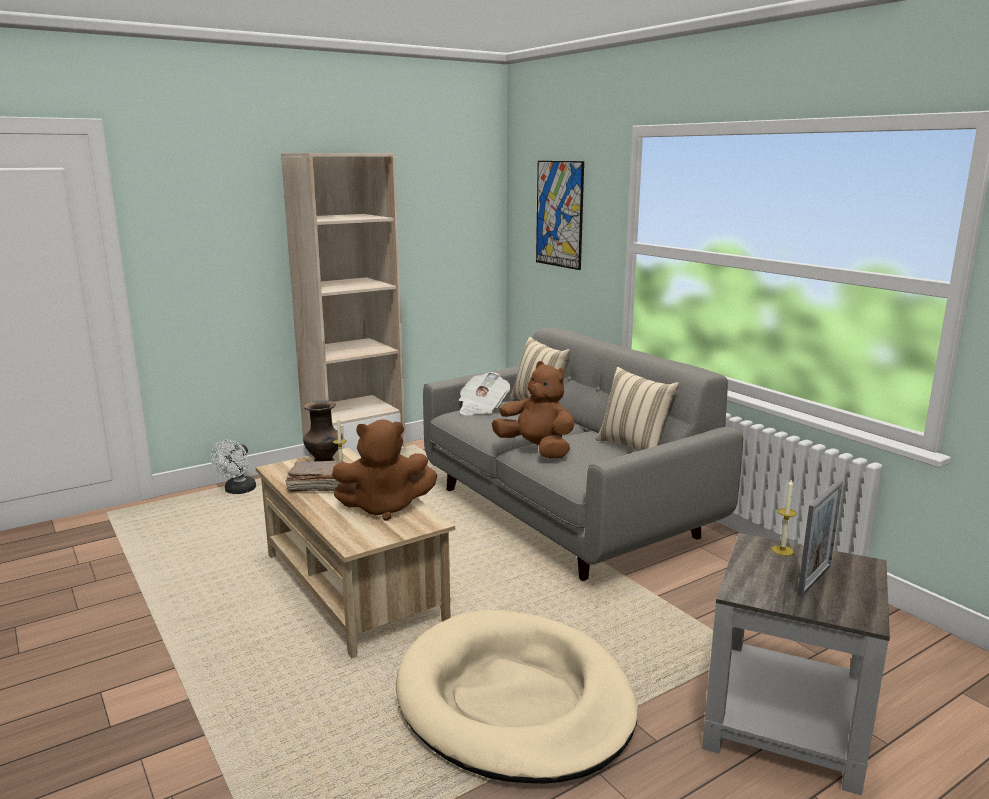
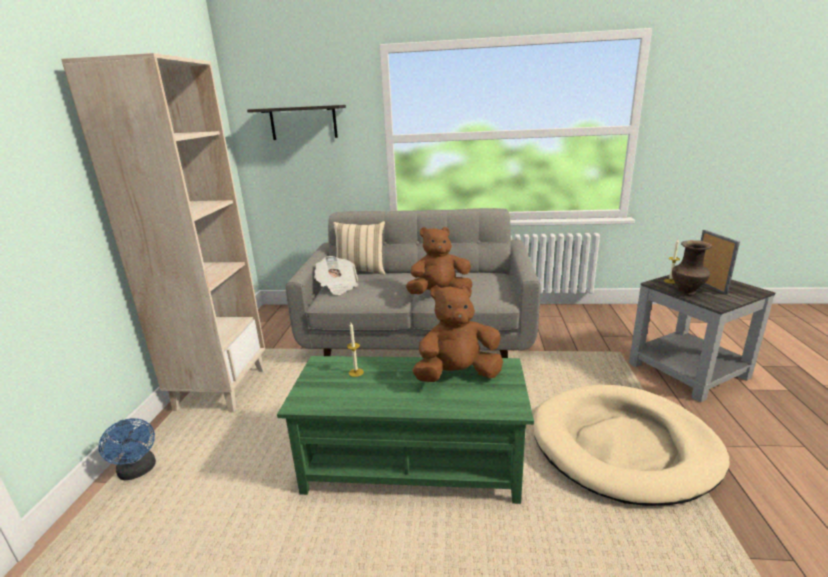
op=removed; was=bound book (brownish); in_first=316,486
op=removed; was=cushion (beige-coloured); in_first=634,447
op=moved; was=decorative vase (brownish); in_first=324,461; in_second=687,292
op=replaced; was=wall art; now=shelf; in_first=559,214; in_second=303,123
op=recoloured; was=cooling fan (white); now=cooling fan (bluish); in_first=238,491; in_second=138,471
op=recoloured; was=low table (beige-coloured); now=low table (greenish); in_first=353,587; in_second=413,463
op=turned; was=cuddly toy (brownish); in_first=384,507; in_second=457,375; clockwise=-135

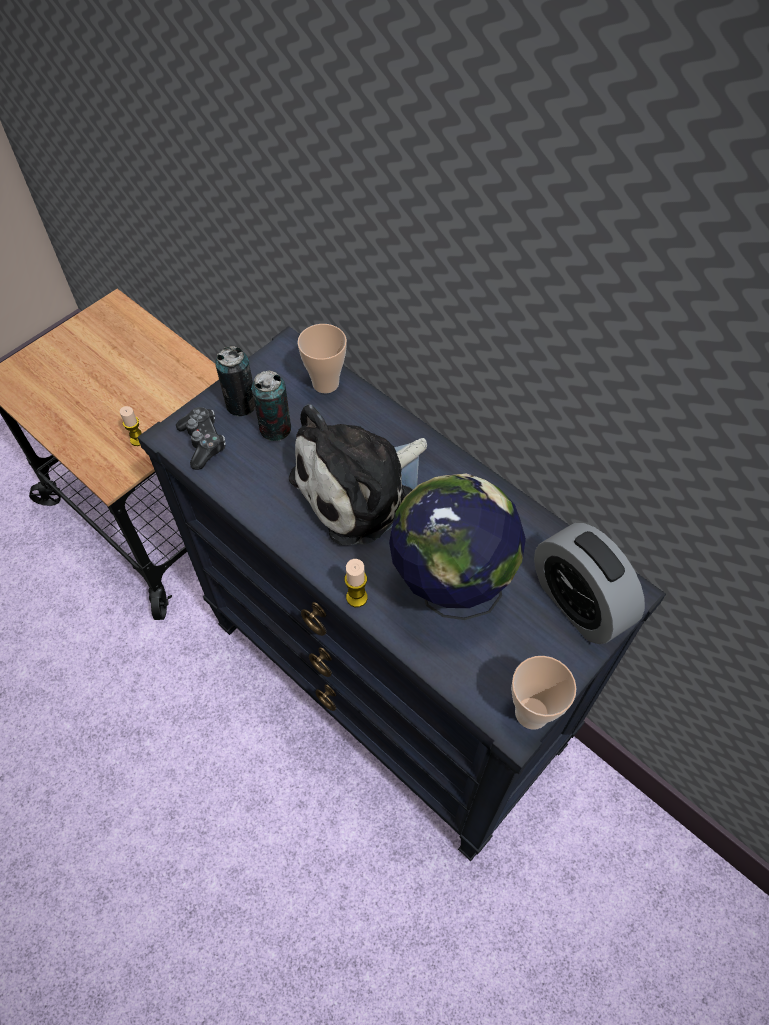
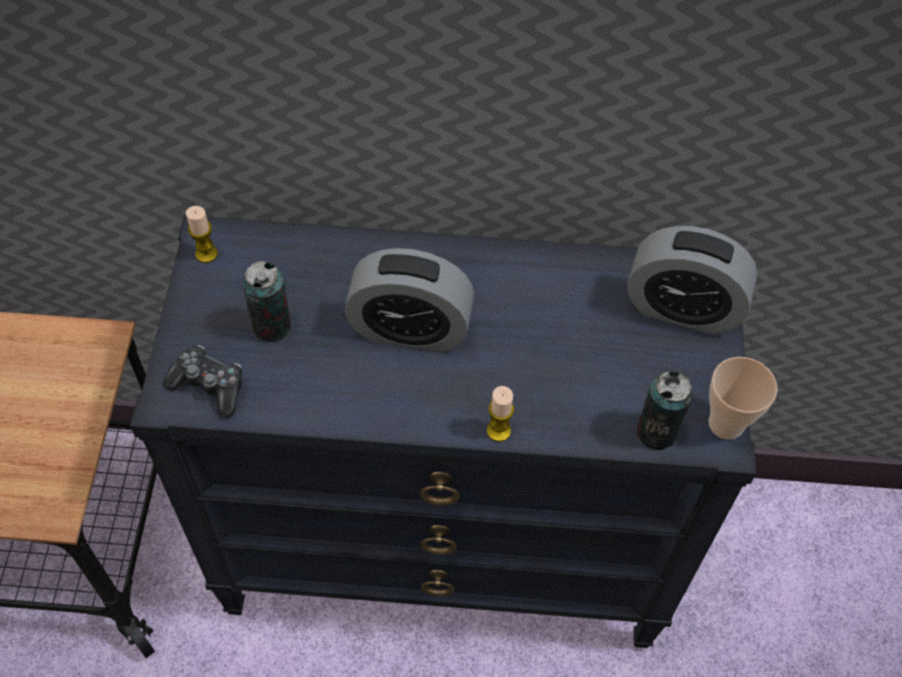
op=removed; was=cup; in_first=325,383
op=removed; was=desk globe; in_first=449,588
op=moved; was=wax candle; in_first=138,440; in_second=206,254
op=moved; was=sealed can; in_first=241,404; in_second=656,432
op=replaced; was=cuddly toy; now=bedside clock; in_first=362,488; in_second=410,329

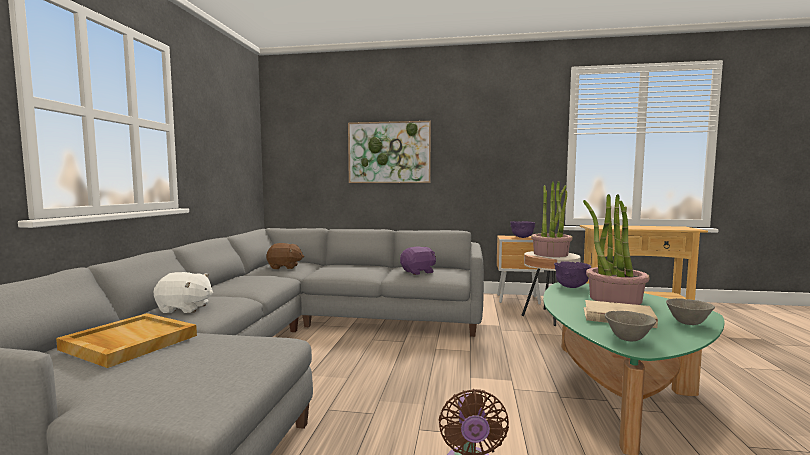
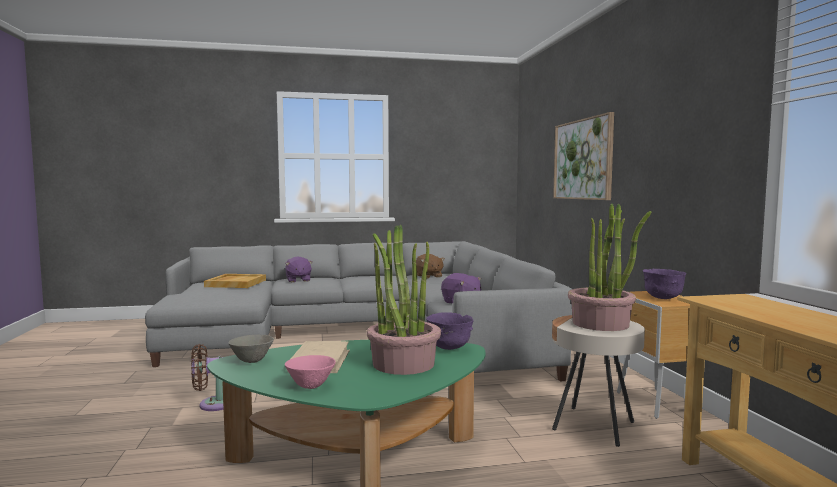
op=recoloured; was=cuddly toy (white); now=cuddly toy (purple); in_first=185,308; in_second=298,280
op=recoloured; was=bowl (greyish); now=bowl (pink); in_first=687,323; in_second=310,386

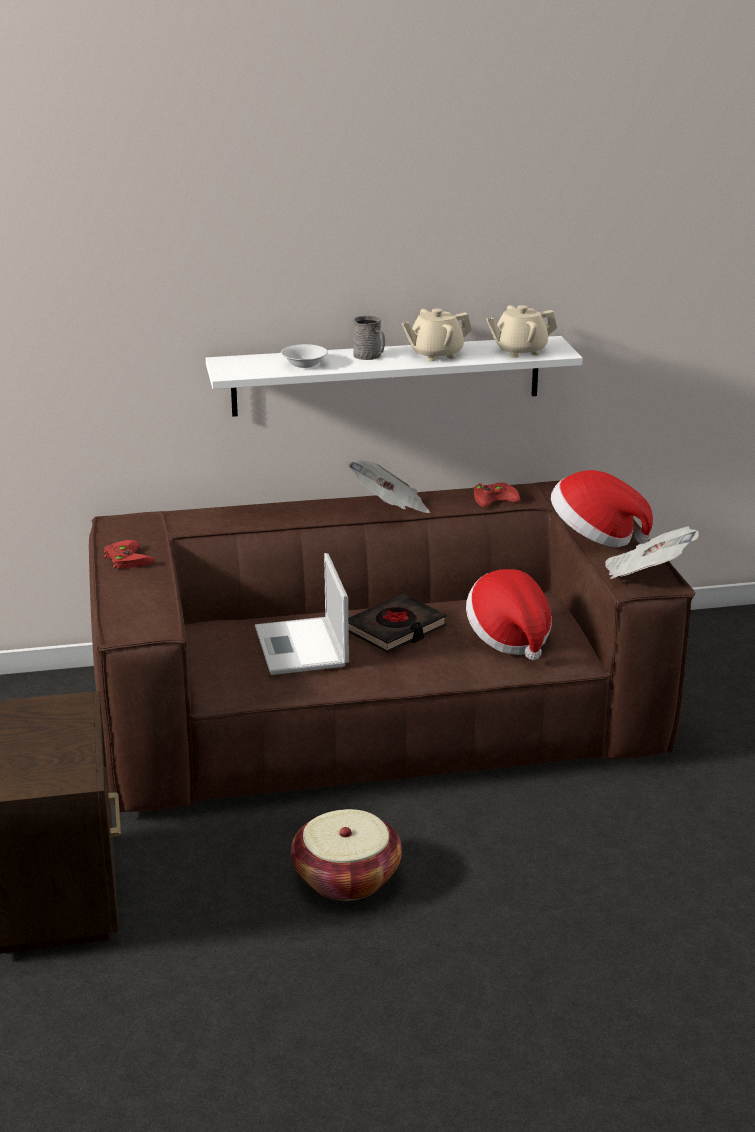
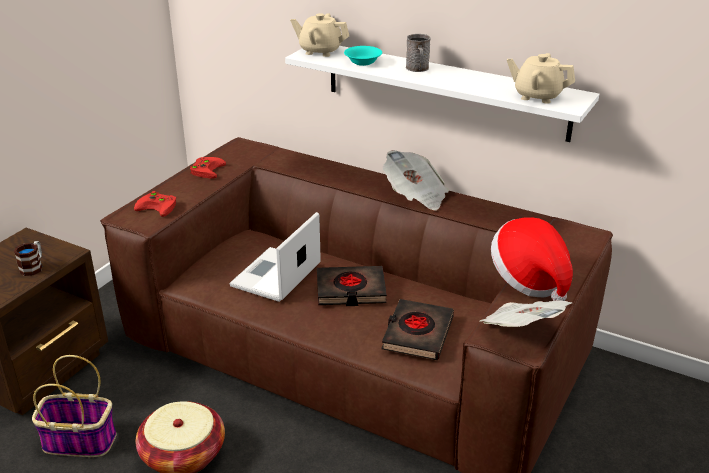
op=added; now=coffee mug; in_second=33,267
op=added; now=storage basket; in_second=78,441
op=moved; was=teapot (beige-coloured); in_first=435,355; in_second=320,51
op=moved; was=joypad (red); in_first=495,497; in_second=159,206
op=replaced; was=clothing hat; now=bound book (blackish); in_first=509,637; in_second=417,334
op=recoloured; was=bowl (white); now=bowl (turquoise); in_first=304,364; in_second=363,62

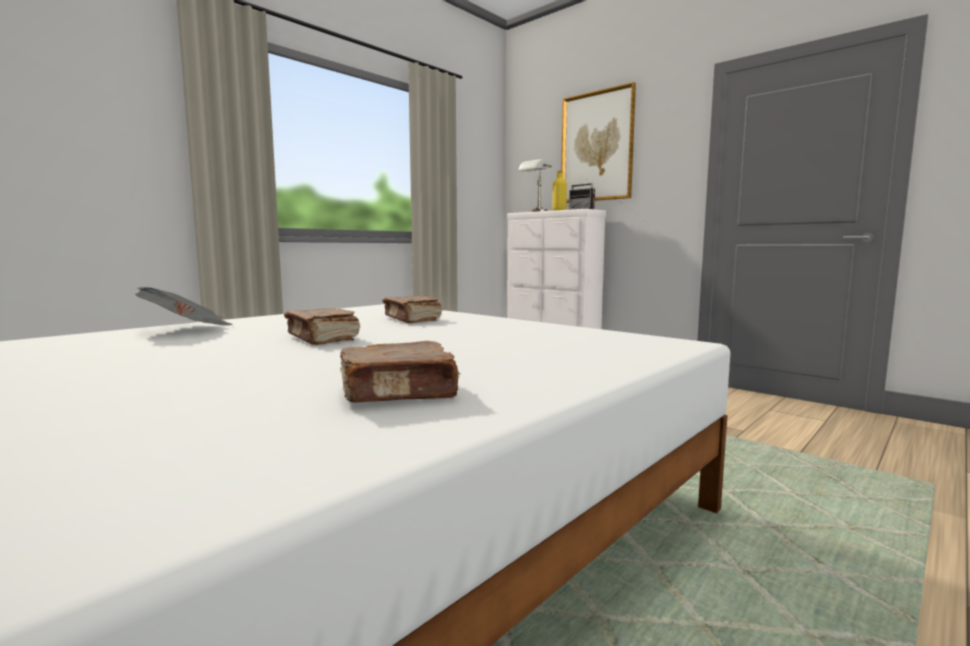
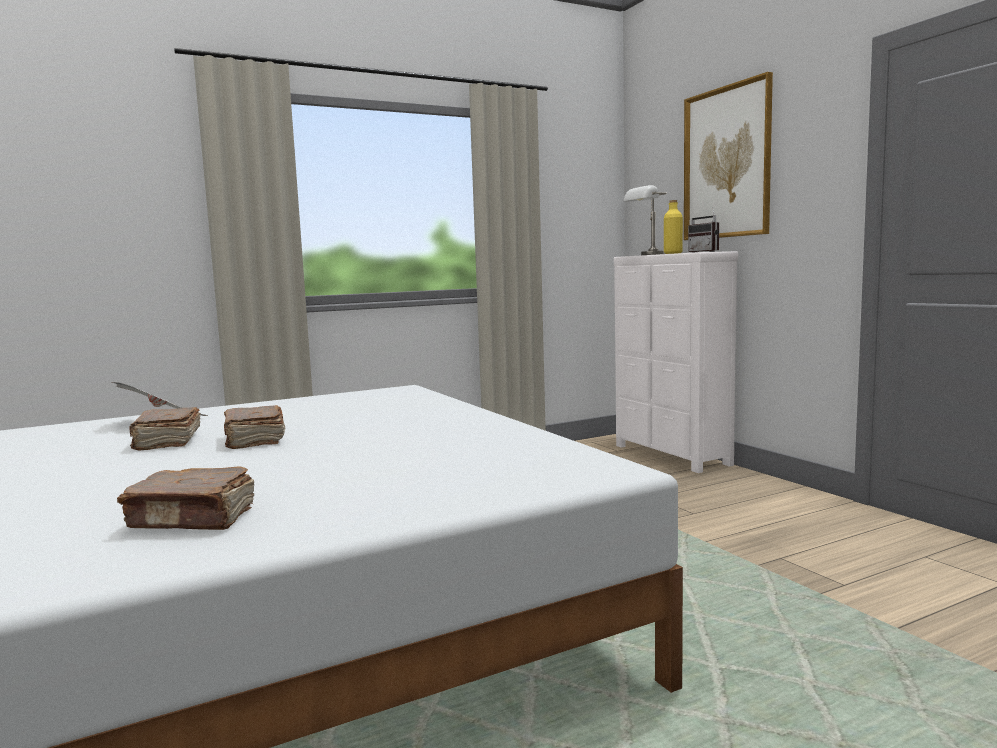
op=moved; was=bound book (brownish); in_first=412,319; in_second=167,441

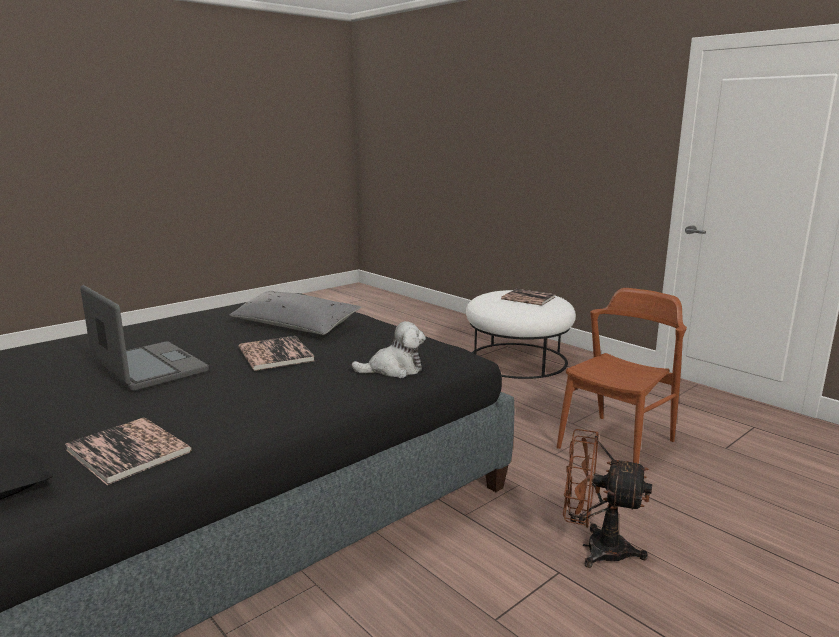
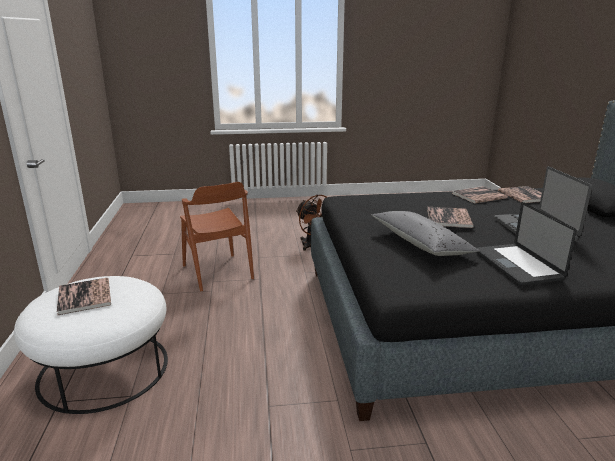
op=removed; was=cuddly toy; in_first=394,370
op=added; now=bound book; in_second=479,196
op=added; now=notebook computer; in_second=517,265
op=turned; was=plain chair (brownish); in_first=616,444; in_second=217,272; clockwise=-105

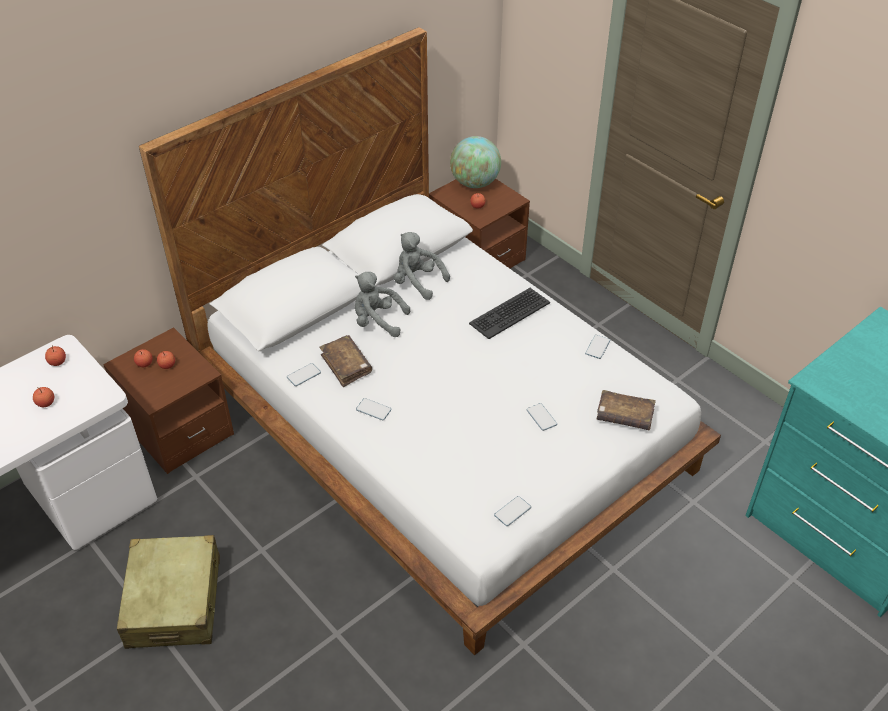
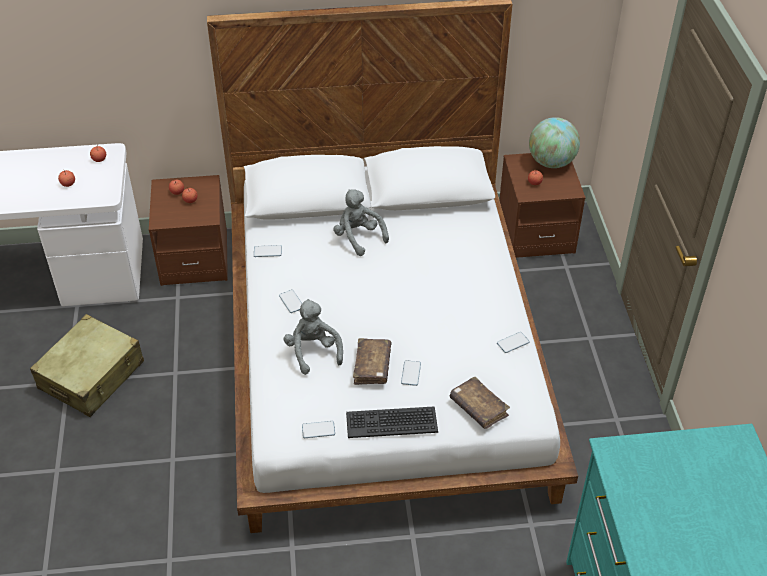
op=moved; was=bound book (brownish); in_first=346,365; in_second=372,366
op=moved; was=cuddly toy (greyish); in_first=417,282; in_second=313,351
op=moved; was=keyboard; in_first=509,313; in_second=391,422

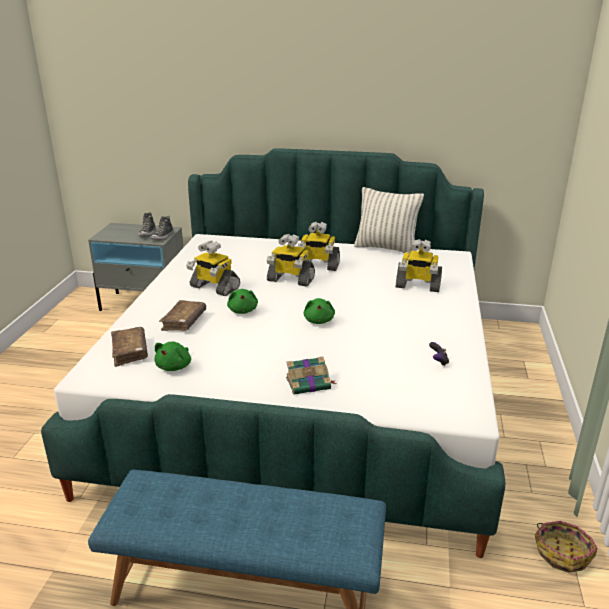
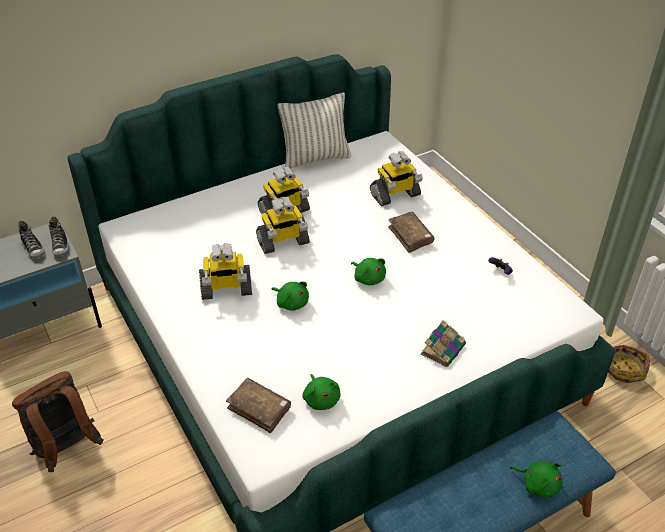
op=added; now=backpack (brownish); in_second=66,449
op=added; now=cuddly toy (greenish); in_second=538,484
op=moved; was=bound book (brownish); in_first=184,322; in_second=410,236

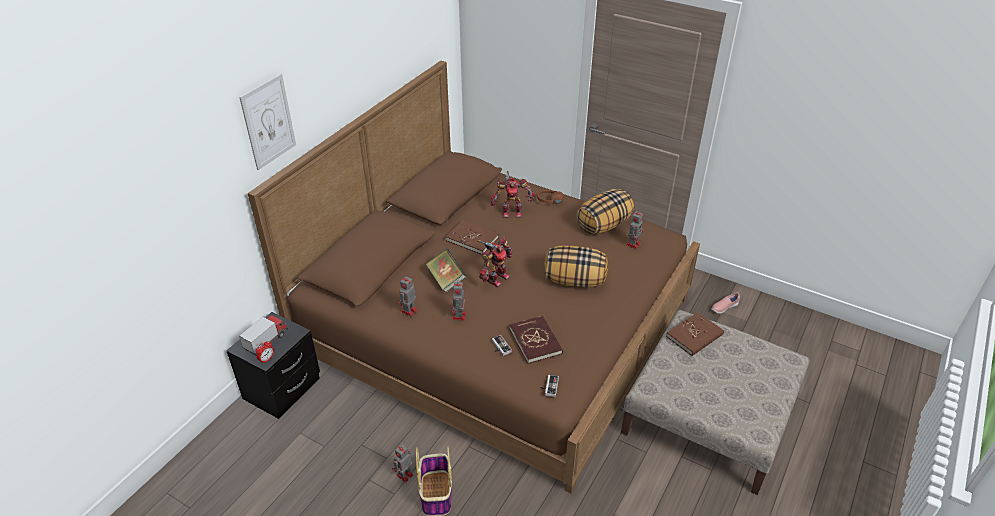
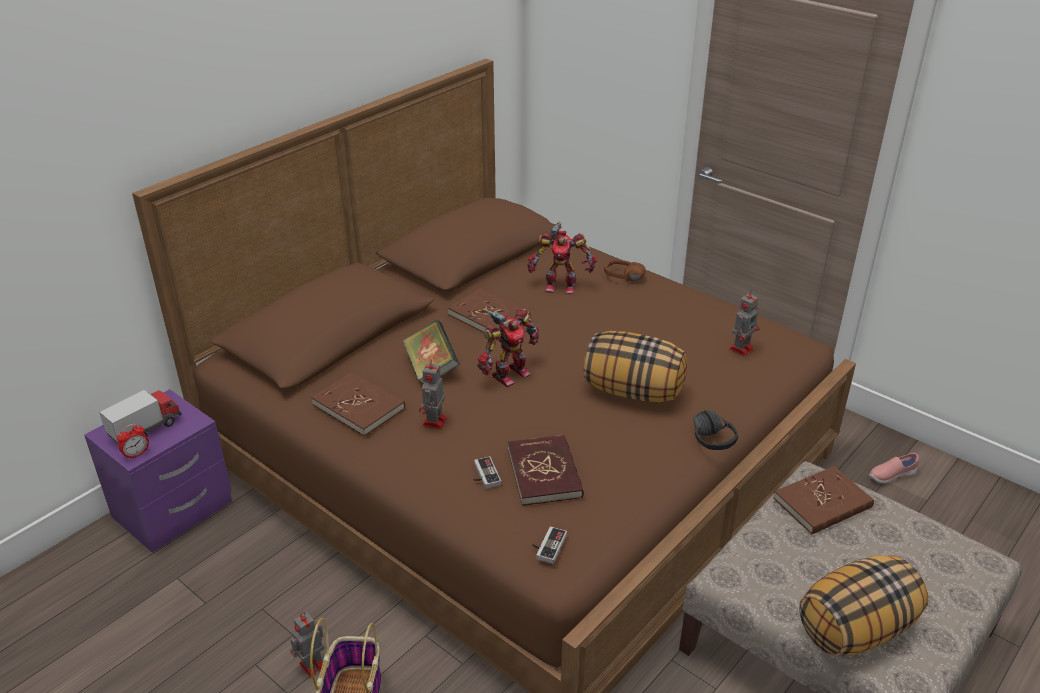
op=removed; was=wall art; in_first=268,122
op=added; now=headphones (blackish); in_second=719,437
op=moved; was=cushion; in_first=603,225; in_second=855,628
op=replaced; was=model robot; now=bound book (brownish); in_first=408,311; in_second=359,406
op=recoloured; was=bedside table (blackish); now=bedside table (purple); in_first=283,389; in_second=174,511

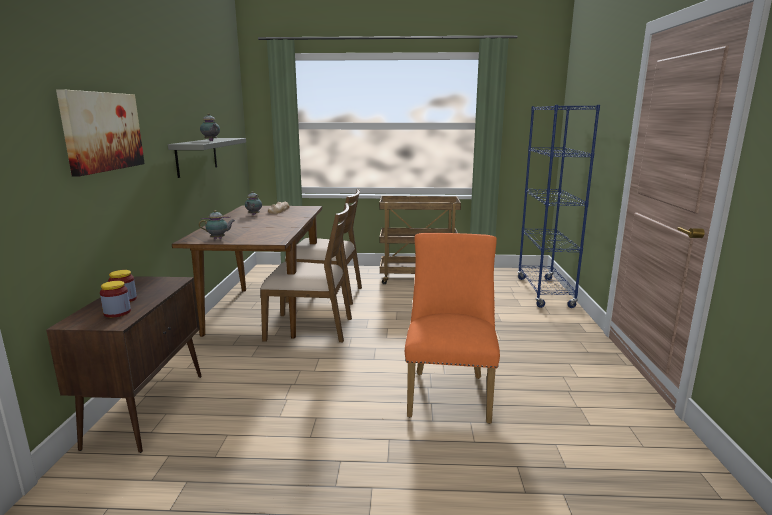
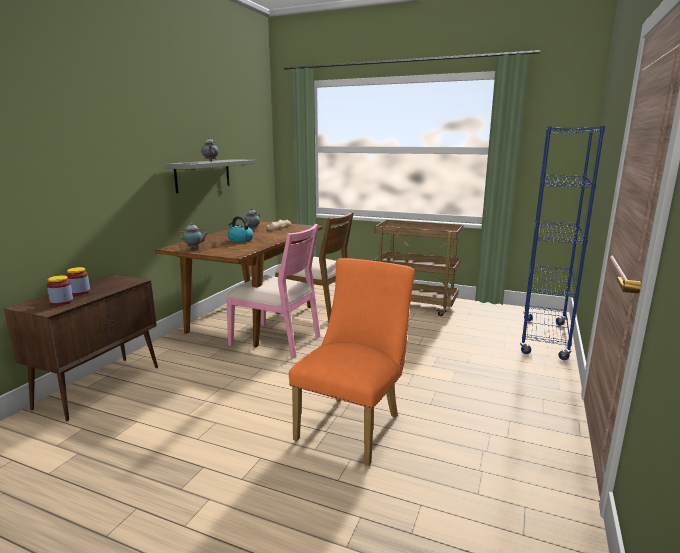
op=removed; was=wall art; in_first=102,131
op=added; now=kettle; in_second=240,240
op=recoloured; was=plain chair (brownish); now=plain chair (pink); in_first=310,328; in_second=276,340

